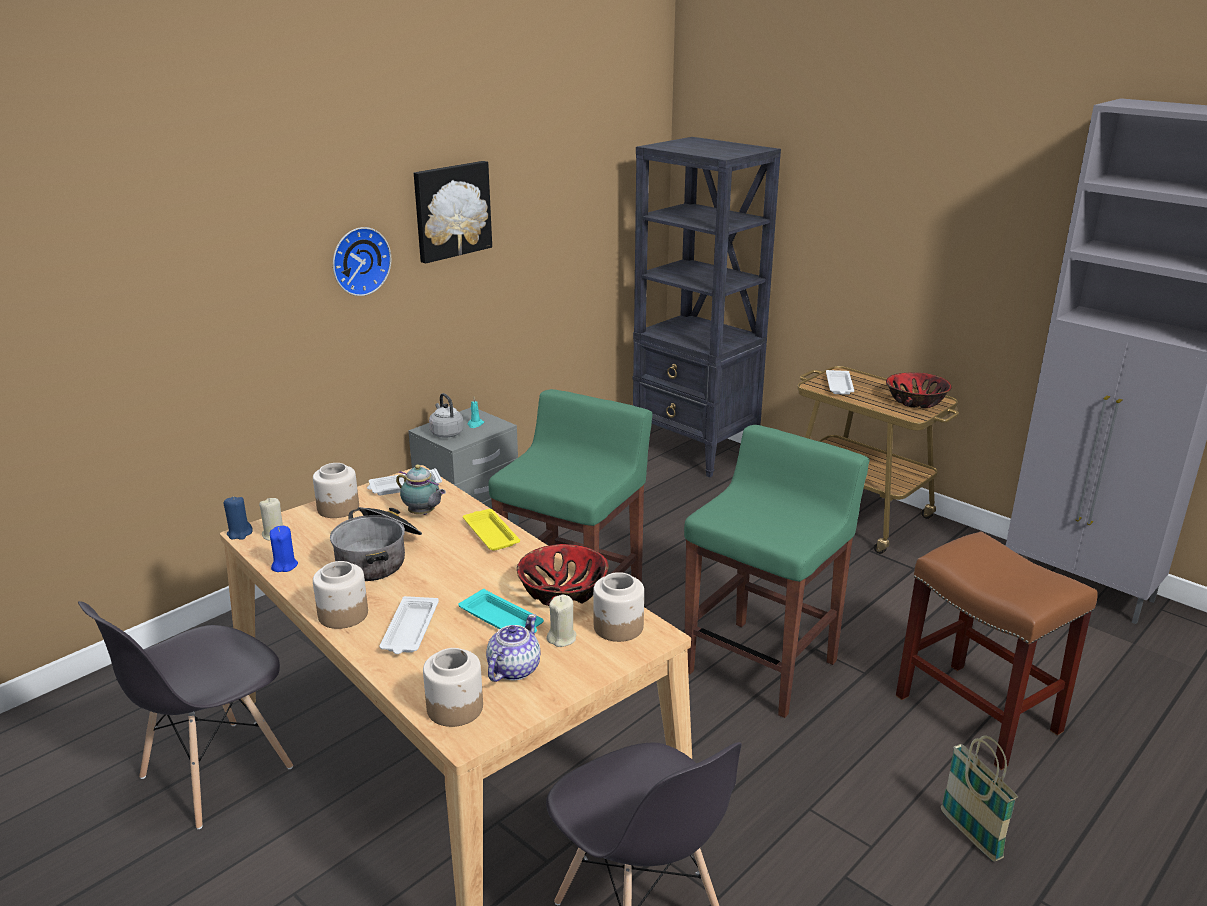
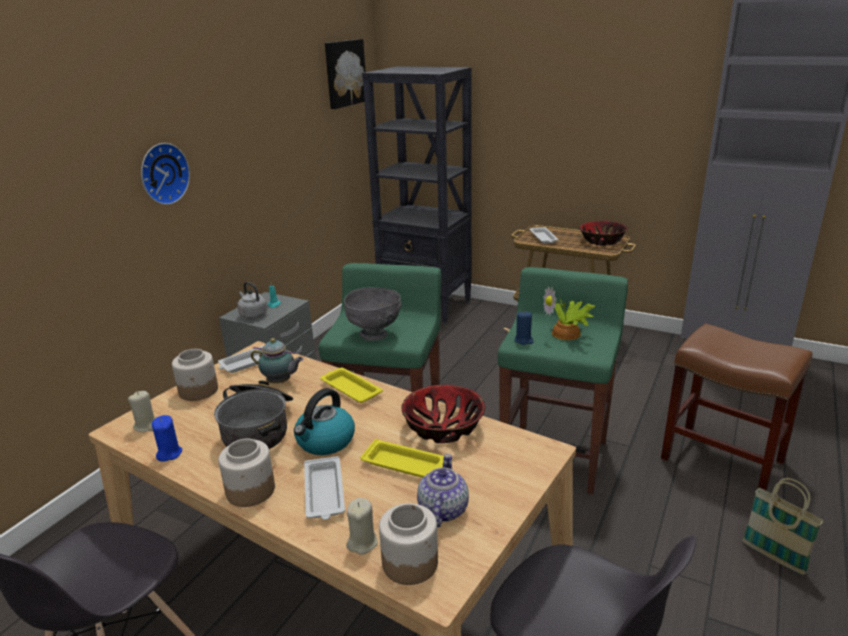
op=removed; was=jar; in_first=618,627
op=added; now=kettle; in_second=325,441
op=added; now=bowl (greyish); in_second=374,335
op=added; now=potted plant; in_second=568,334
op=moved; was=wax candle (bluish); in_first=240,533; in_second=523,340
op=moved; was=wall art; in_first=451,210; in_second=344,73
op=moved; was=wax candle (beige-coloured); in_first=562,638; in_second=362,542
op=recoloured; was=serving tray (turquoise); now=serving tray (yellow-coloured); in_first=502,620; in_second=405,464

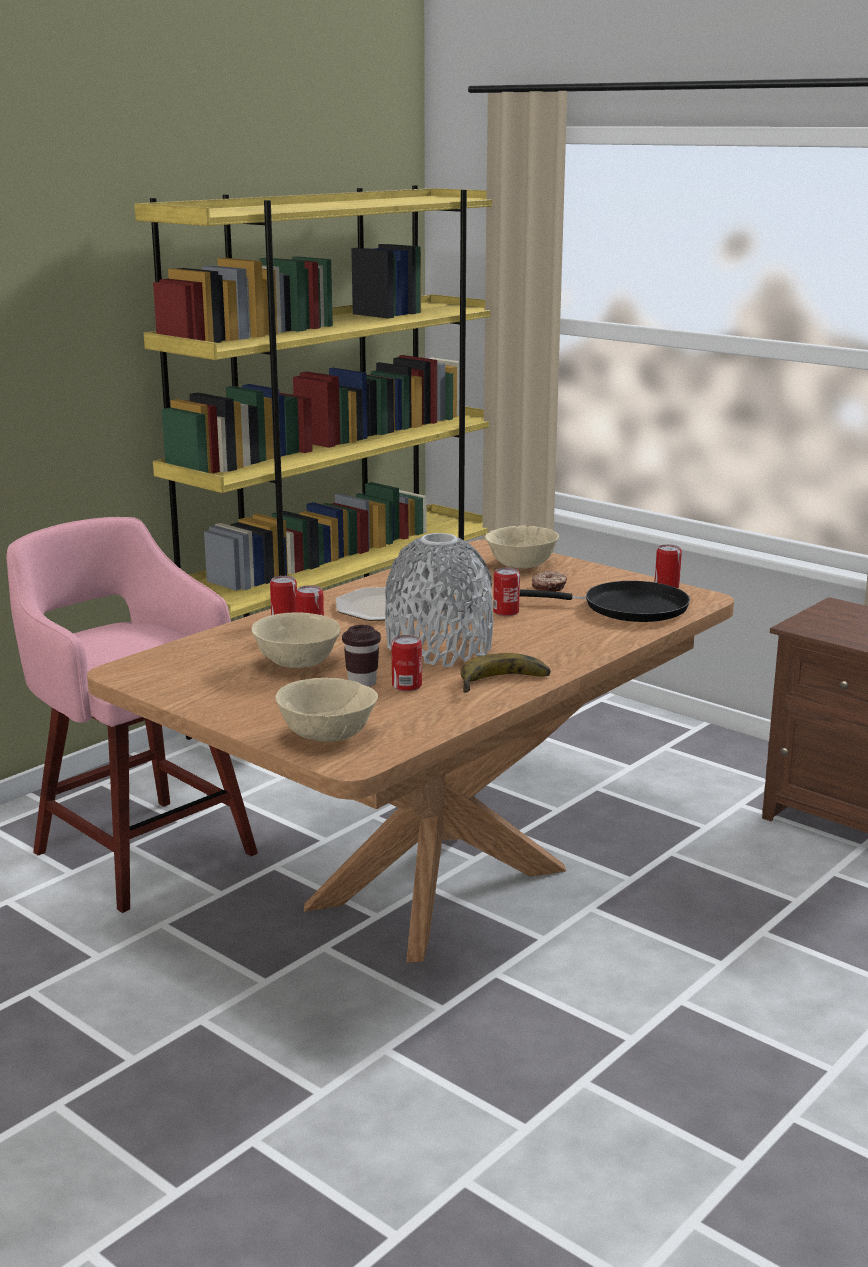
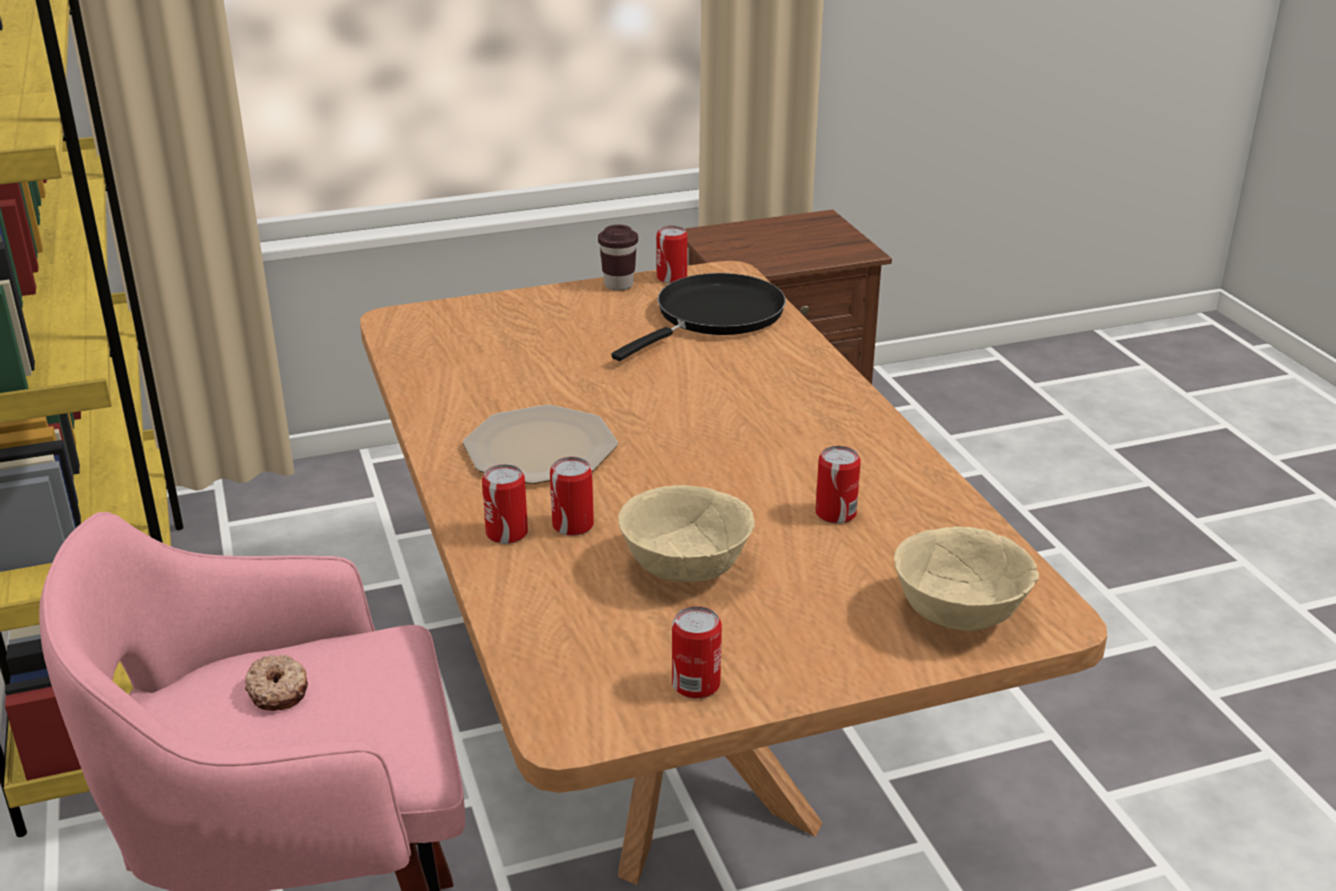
op=removed; was=decorative vase (greyish); in_first=439,649
op=removed; was=whole banana; in_first=505,684
op=removed; was=bowl (beige-coloured); in_first=521,566
op=moved; was=cup (brownish); in_first=362,683; in_second=618,285
op=moved; was=sealed can; in_first=506,612; in_second=696,684
op=moved; was=donut; in_first=550,587; in_second=279,691

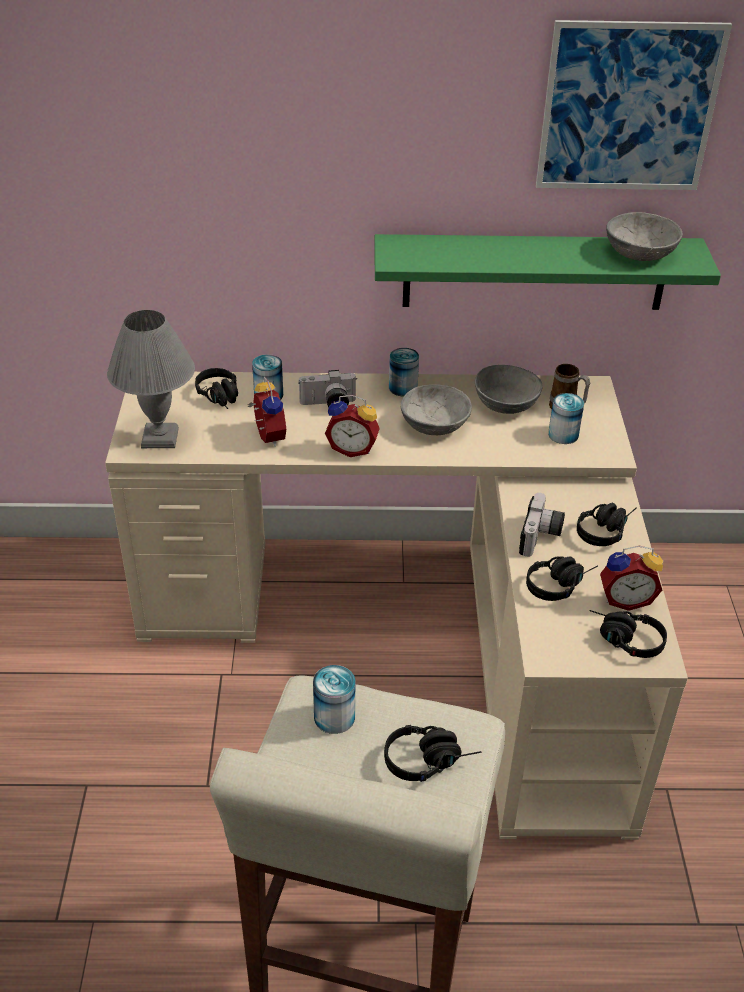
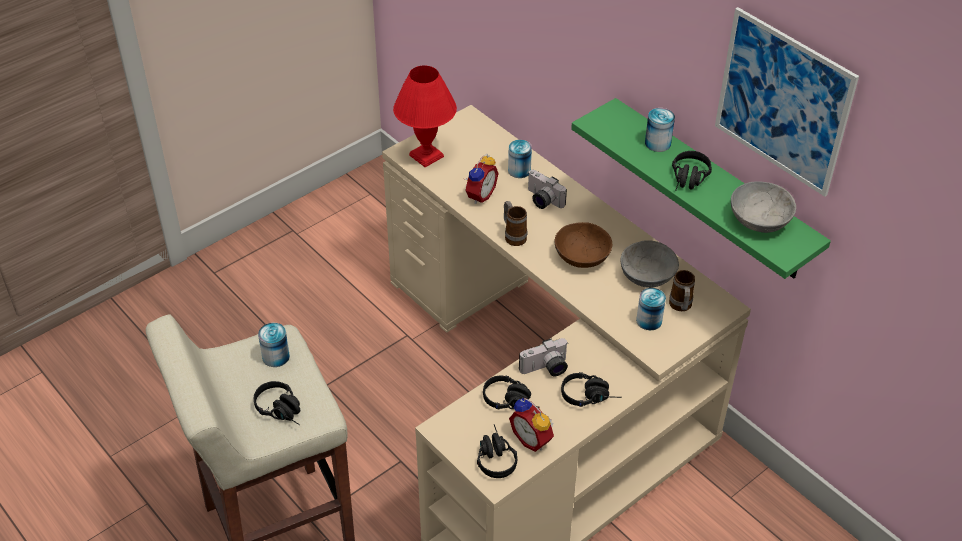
op=moved; was=headphones (blackish); in_first=222,398; in_second=688,181
op=moved; was=sealed can; in_first=403,388; in_second=657,143
op=replaced; was=bedside clock; now=coffee mug; in_first=353,448; in_second=513,236
op=recoloured; was=tabletop lamp (greyish); now=tabletop lamp (red); in_first=159,437; in_second=426,155
op=recoloured; was=bowl (greyish); now=bowl (brownish); in_first=434,424; in_second=581,256

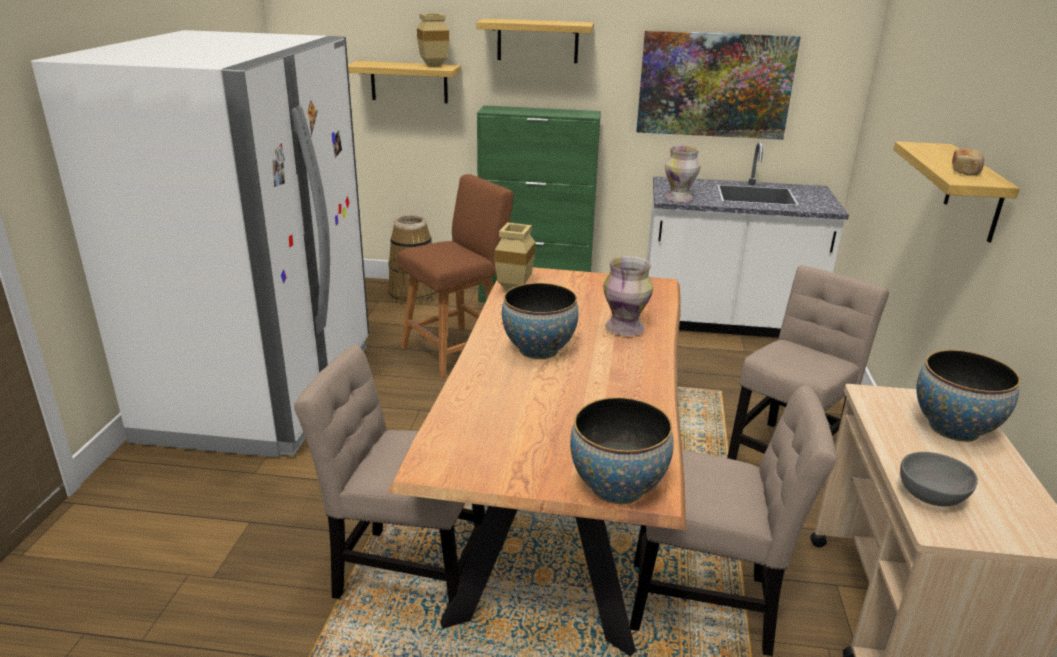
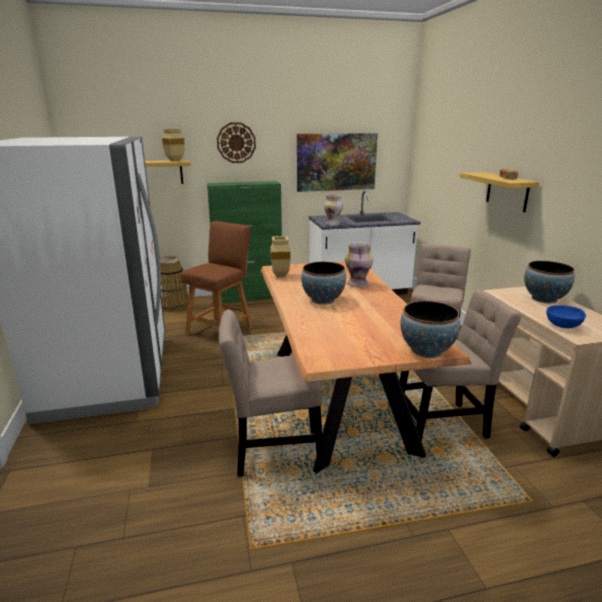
op=replaced; was=shelf; now=hanging clock; in_first=537,41; in_second=236,142
op=recoloured; was=bowl (greyish); now=bowl (bluish); in_first=933,497; in_second=564,326

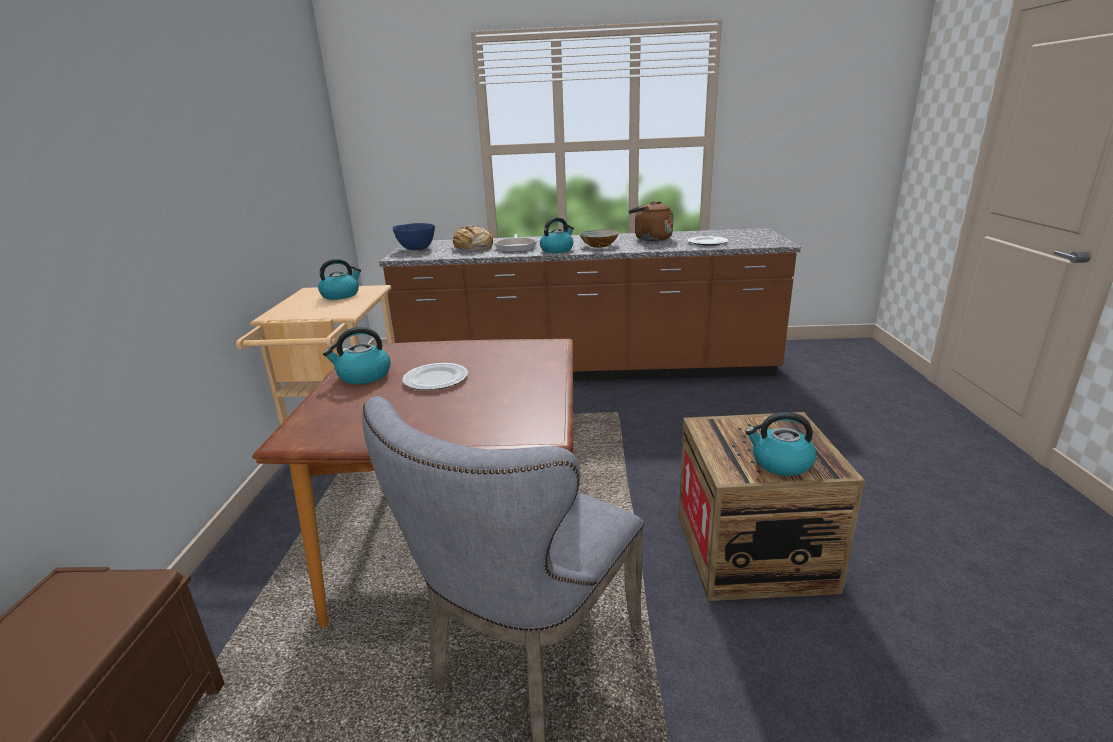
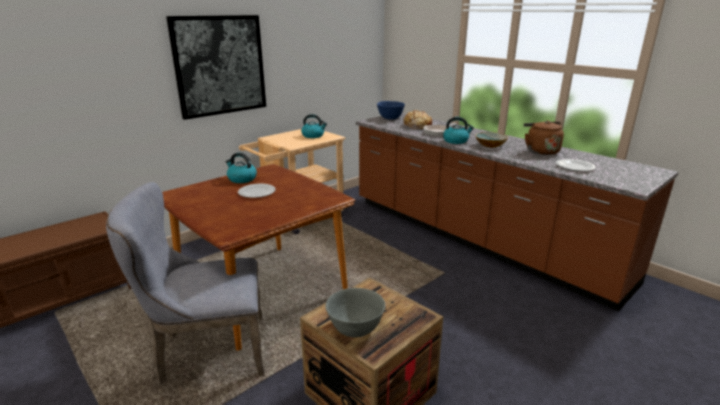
op=added; now=wall art; in_second=220,65
op=replaced; was=kettle; now=bowl (greyish); in_first=780,463; in_second=355,329

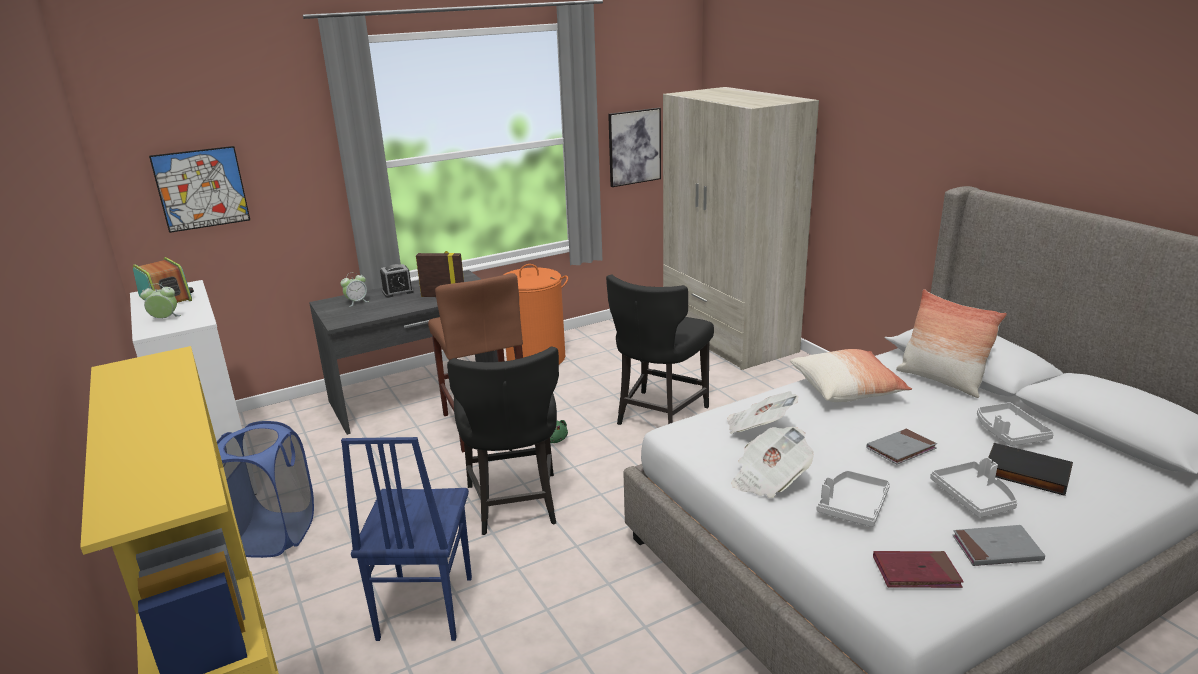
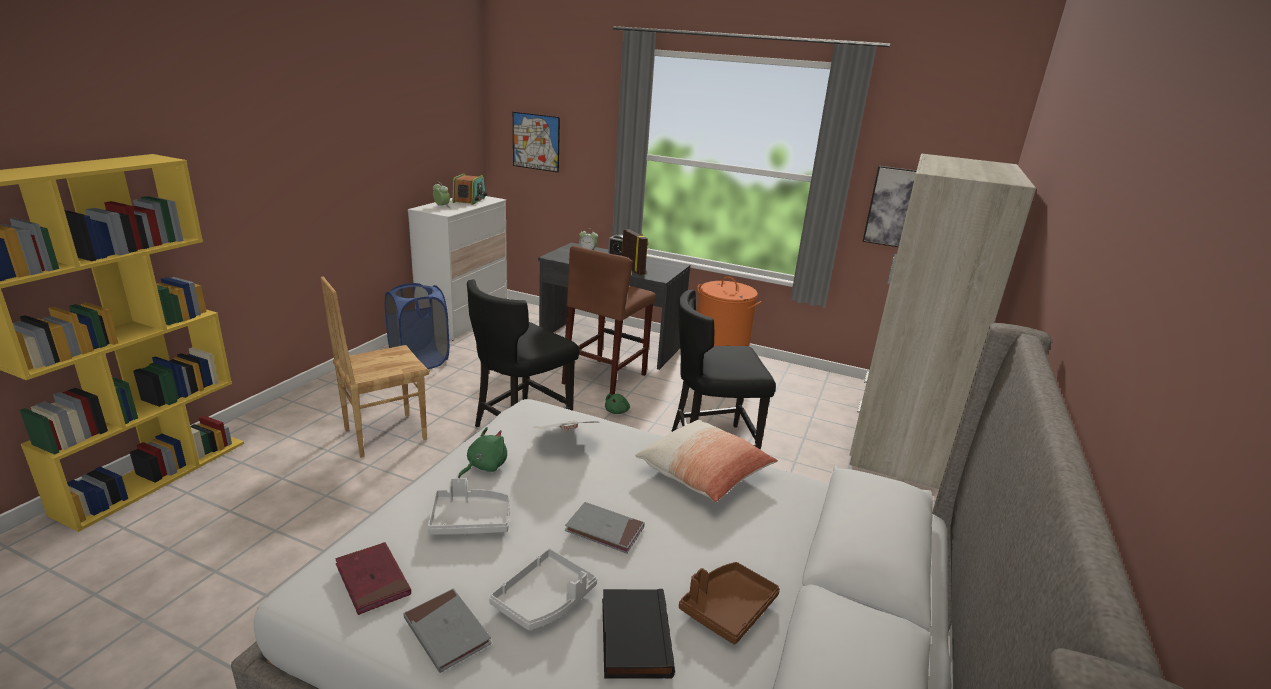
op=removed; was=cushion; in_first=941,381
op=replaced; was=newspaper; now=cuddly toy (greenish); in_first=769,479; in_second=484,466
op=recoloured; was=plain chair (bluish); now=plain chair (brownish); in_first=423,608; in_second=384,434
op=recoloured; was=serving tray (greyish); now=serving tray (brownish); in_first=1008,432; in_second=727,608

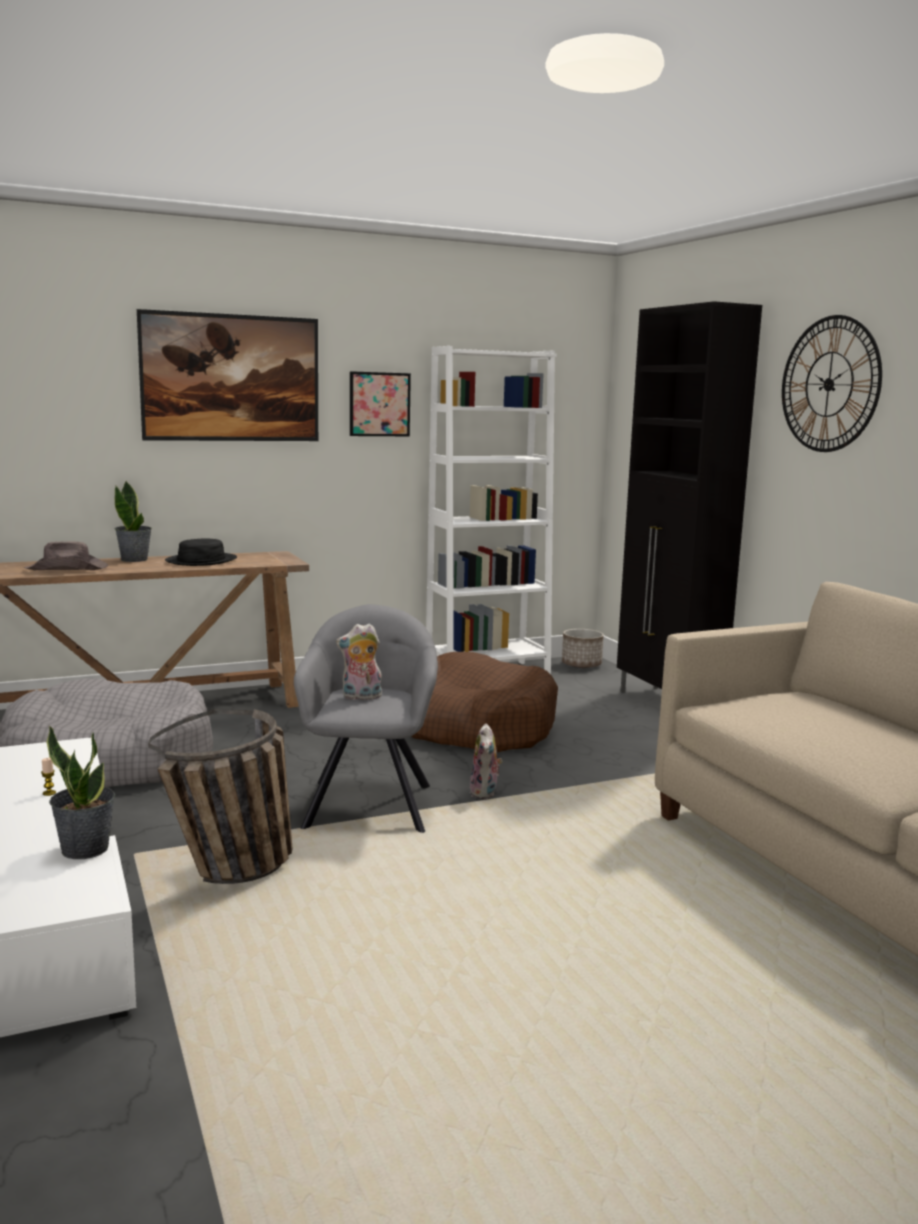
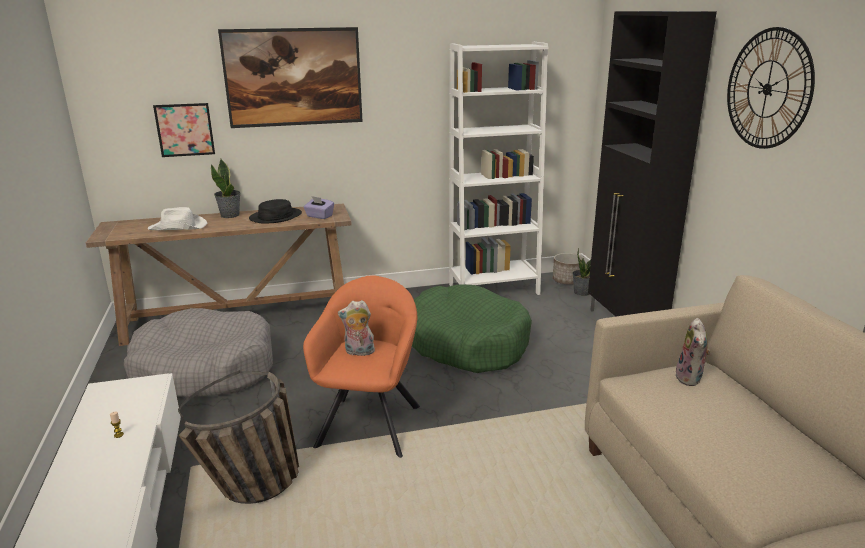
op=added; now=box of tissues (purple); in_second=319,216
op=moved; was=potted plant; in_first=85,849; in_second=582,292
op=moved; was=wall art; in_first=379,404; in_second=185,130
op=moved; was=cuddly toy; in_first=485,793; in_second=690,379
op=recoloured; was=clothing hat (brownish); now=clothing hat (white); in_first=67,569; in_second=178,227
op=recoloured; was=armchair (greyish); now=armchair (orange-coloured); in_first=369,803; in_second=370,423
op=recoloured; was=dog cushion (brownish); now=dog cushion (greenish); in_first=469,725; in_second=466,343

